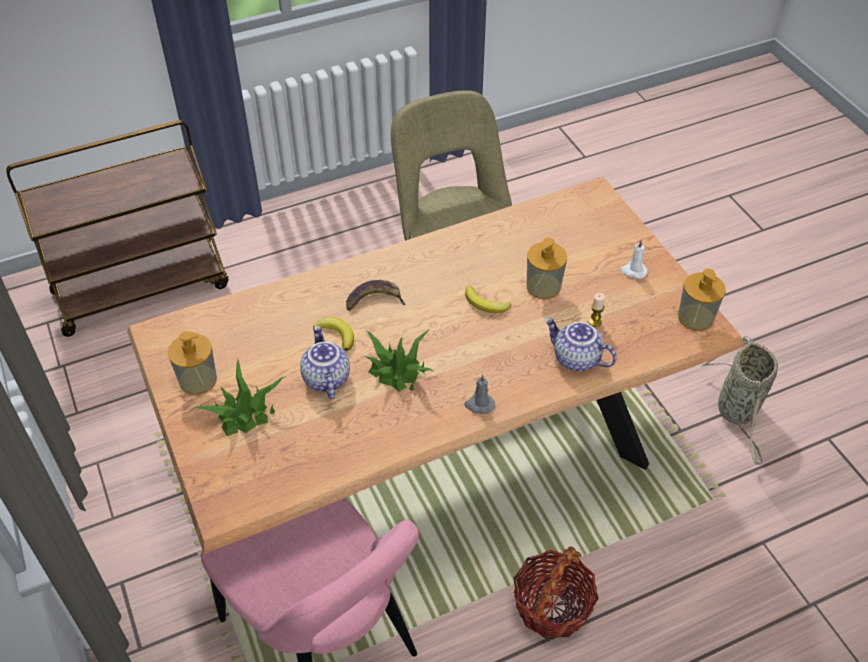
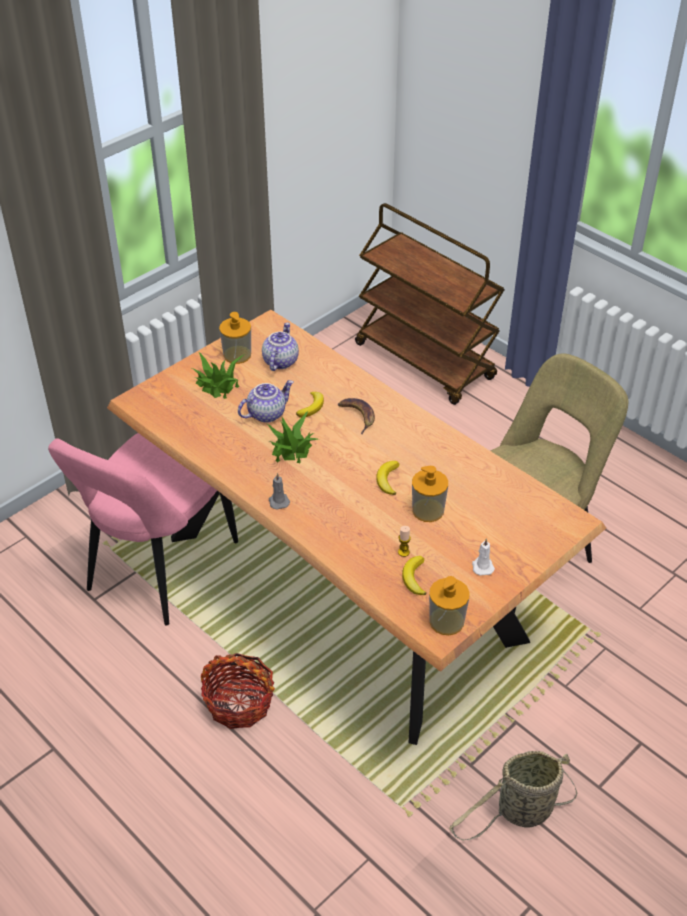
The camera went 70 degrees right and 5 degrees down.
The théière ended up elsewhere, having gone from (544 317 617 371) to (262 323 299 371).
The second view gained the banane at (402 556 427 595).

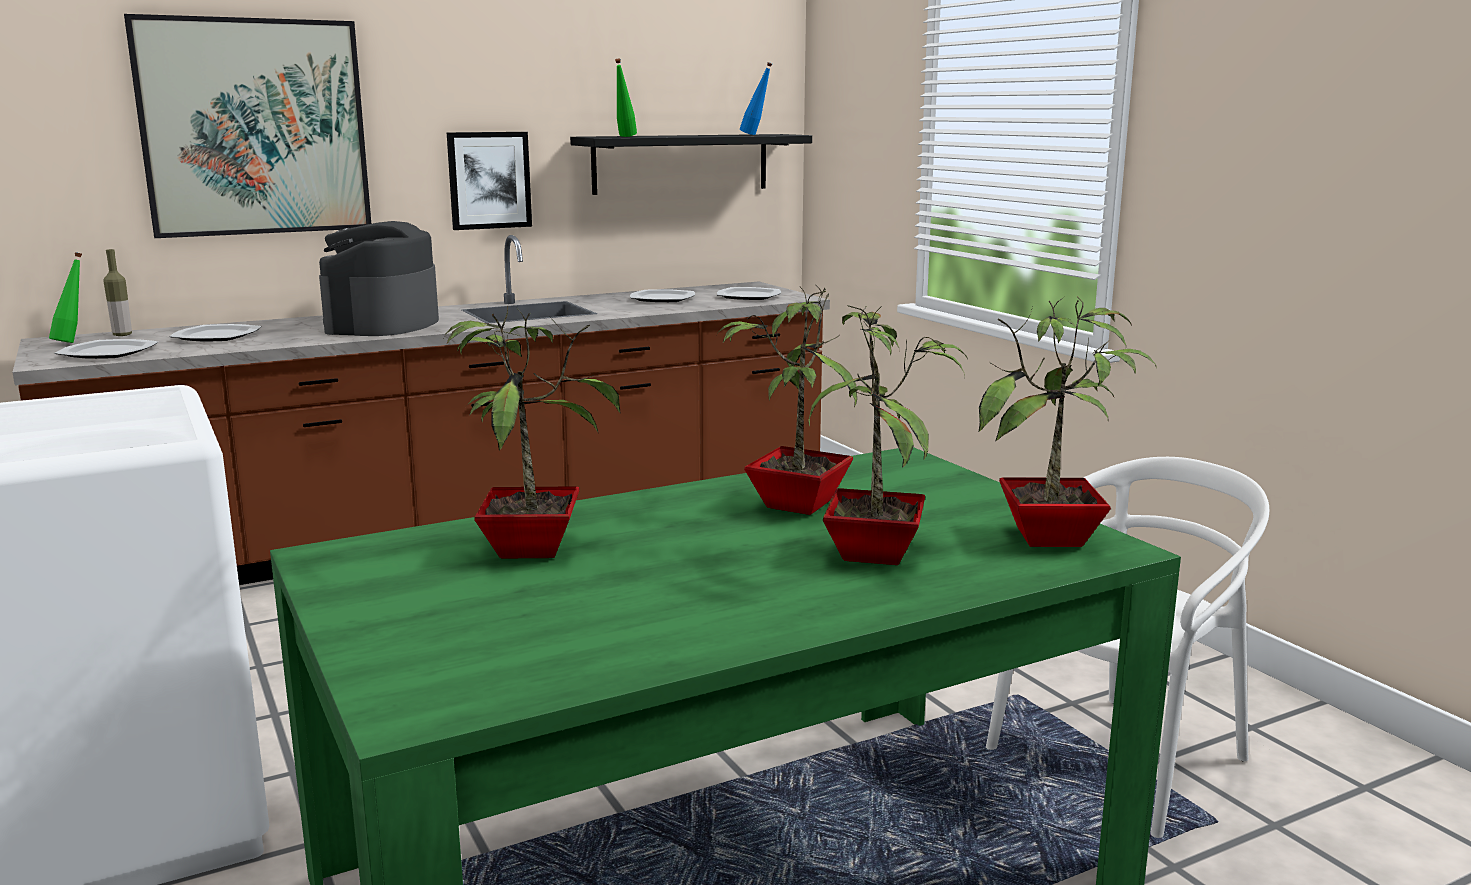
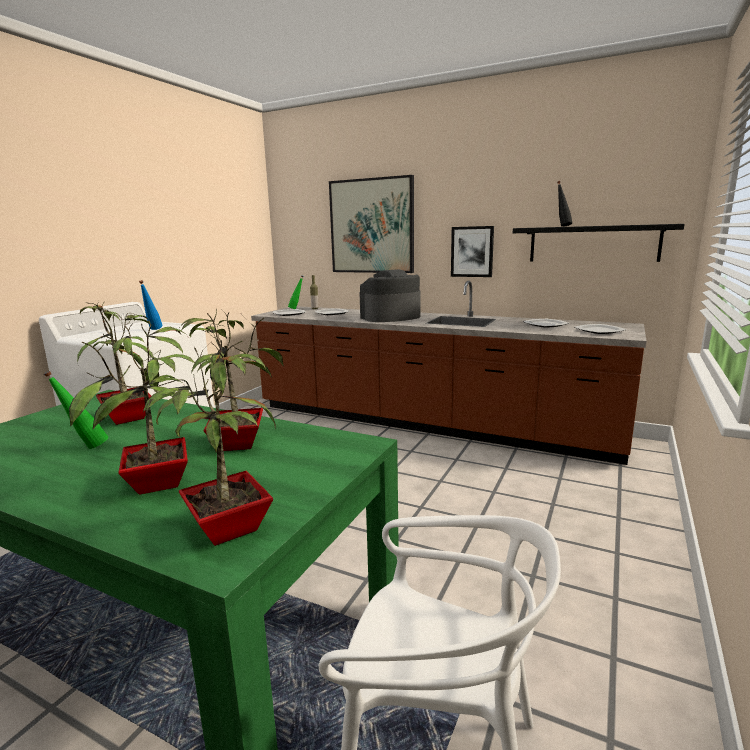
The camera went 55 degrees right and 0 degrees up.
The bouteille [vert] ended up elsewhere, having gone from (615 59 637 137) to (44 371 108 449).
The bouteille [bleu] ended up elsewhere, having gone from (740 62 772 135) to (139 280 163 330).
The second view gained the bouteille [noir] at (557 181 572 227).

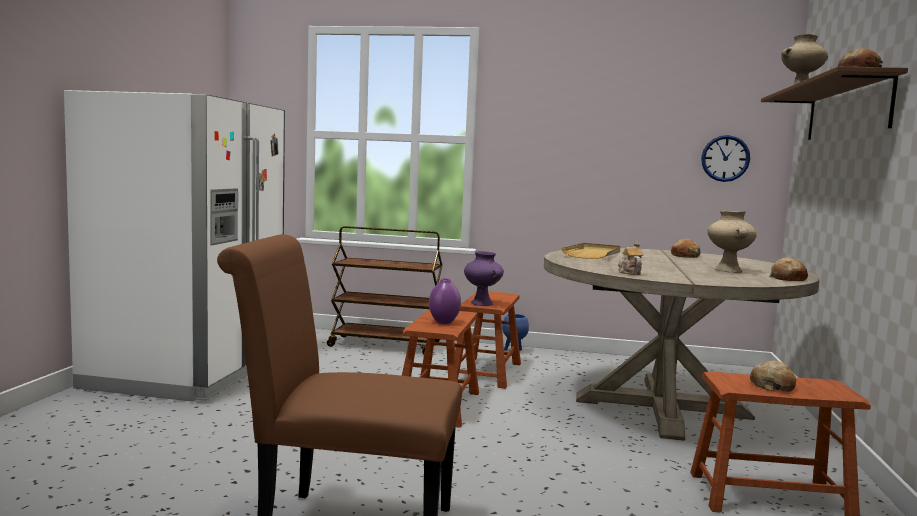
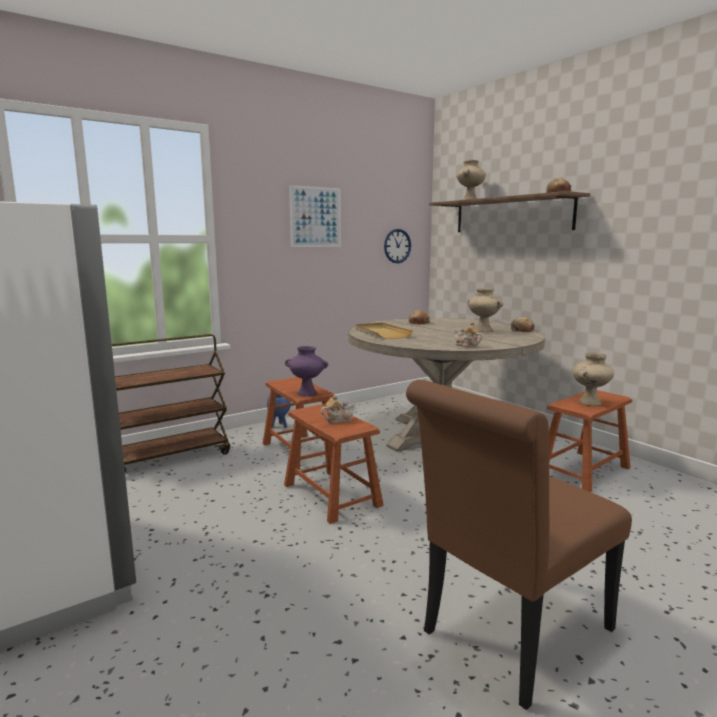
The camera went 45 degrees left and 5 degrees up.
The second view gained the tableau at (289 185 341 247).
Where the vase [violet] stood at (429 278 461 324), the théière came to stand at (321 395 355 423).
Where the pain stood at (750 360 796 392), the vase [beige] came to stand at (572 352 614 406).

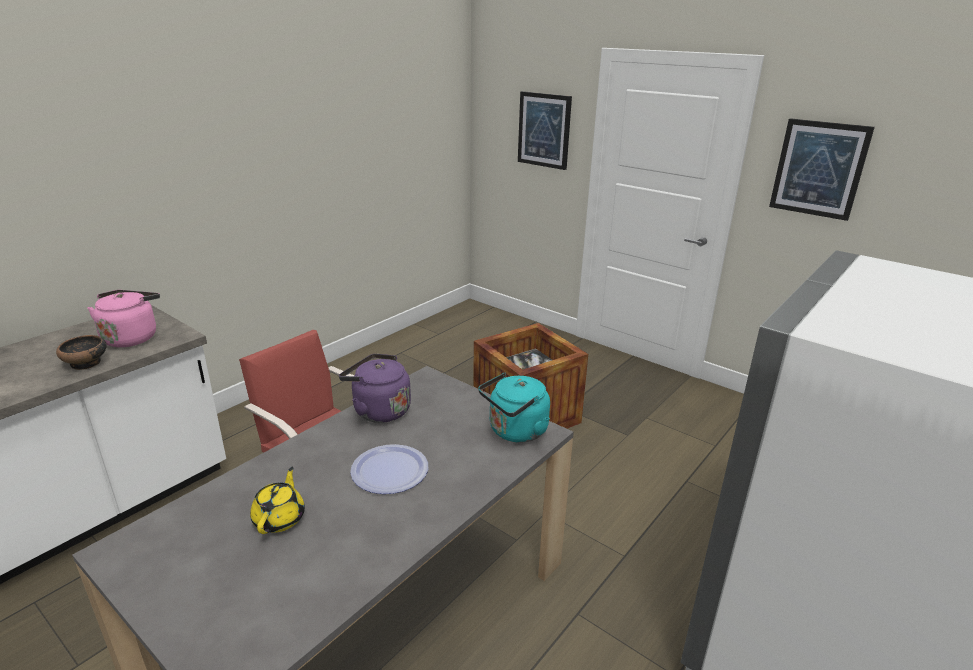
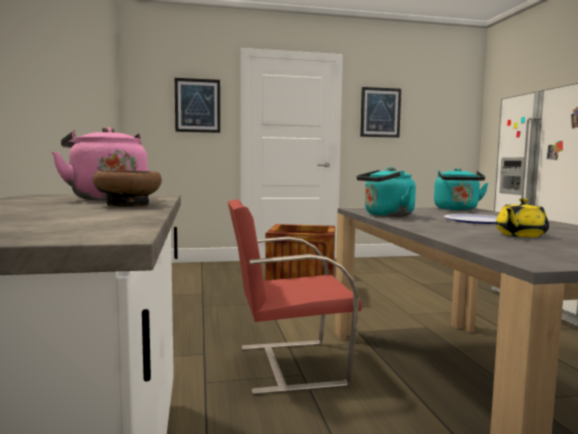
The camera went 50 degrees left and 20 degrees down.
What was the bouilloire [violet] at (339 354 411 423) turned into the bouilloire [turquoise] at (356 167 416 217).
The théière [jaune] at (250 467 305 534) ended up facing another way, 90 degrees counterclockwise from before.

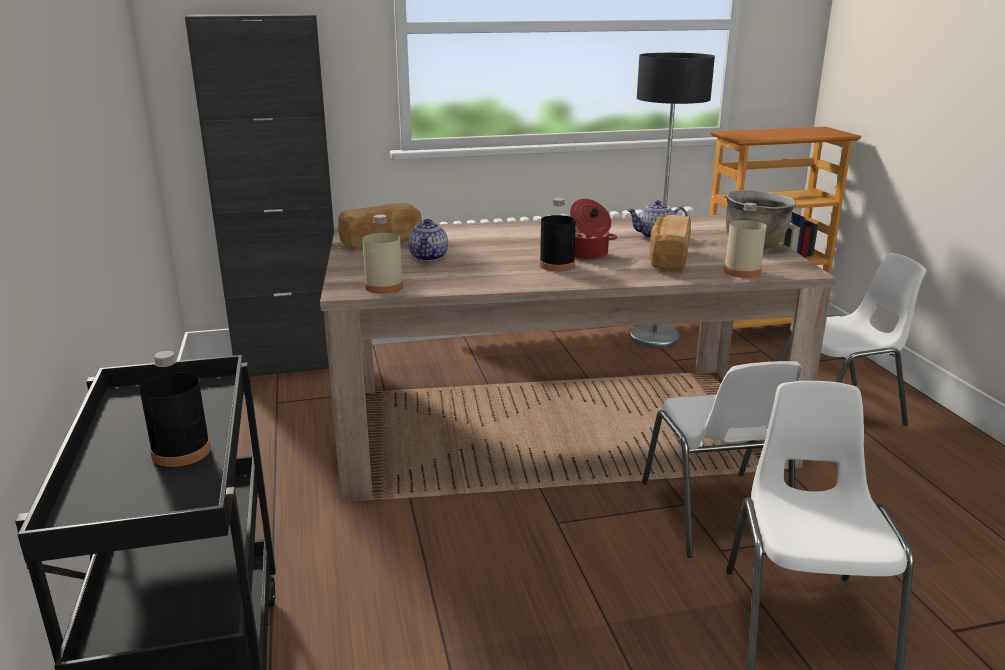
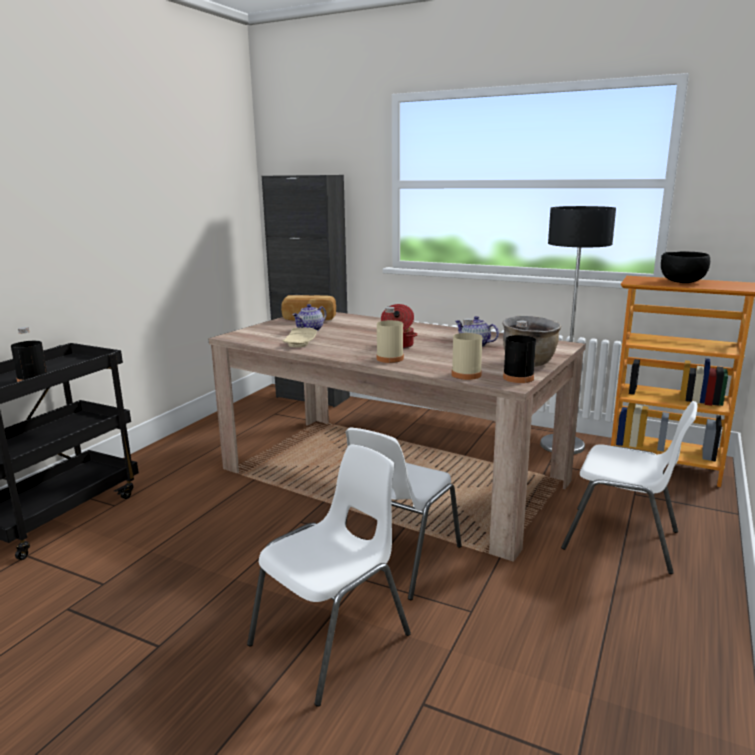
The camera went 40 degrees right and 5 degrees down.
The second view gained the assiette [beige] at (282 328 317 347).
The bouteille [beige] ended up elsewhere, having gone from (362 215 403 294) to (377 307 404 363).
The bouteille [noir] ended up elsewhere, having gone from (540 198 576 271) to (503 320 536 383).
The second view gained the bol [noir] at (661 251 710 283).
The second view lost the pain at (650 215 691 272).

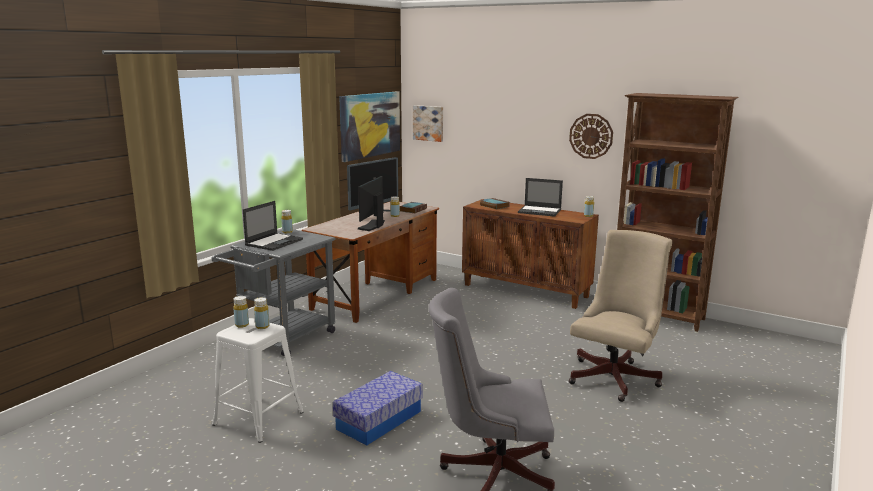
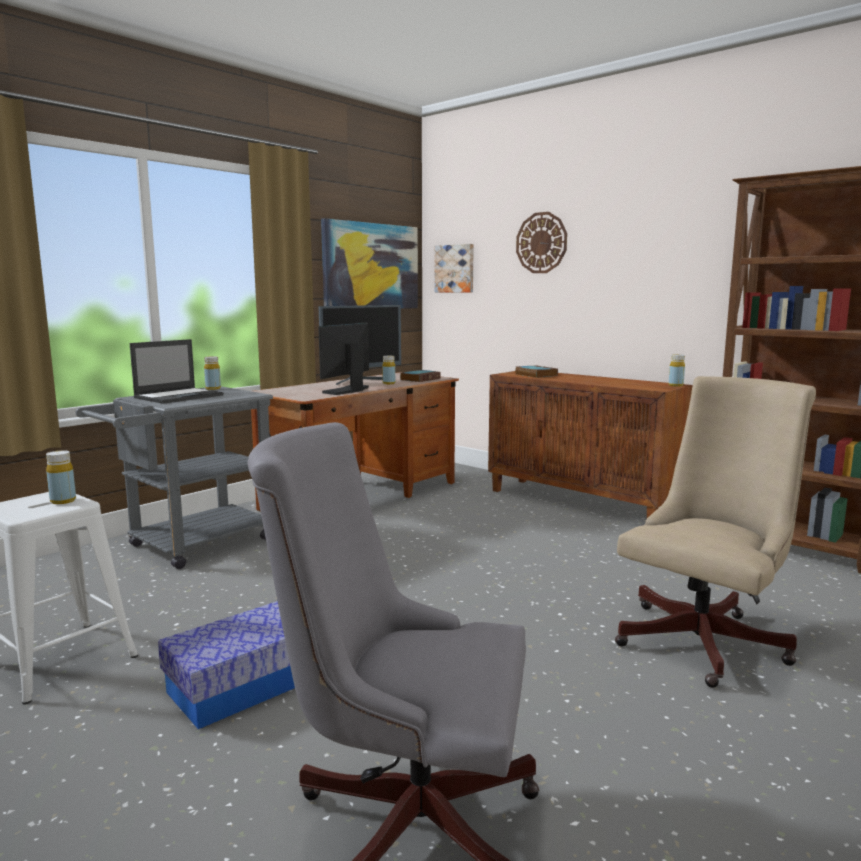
The camera went 10 degrees right and 5 degrees down.
The horloge murale ended up elsewhere, having gone from (569 114 613 159) to (516 212 567 273).
The second view lost the bouteille [jaune] at (233 296 249 328).
The second view lost the ordinateur portable at (518 178 563 217).

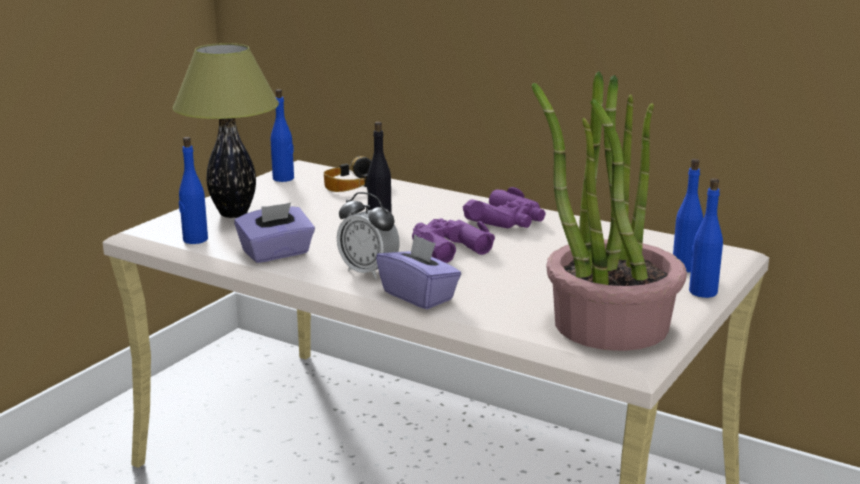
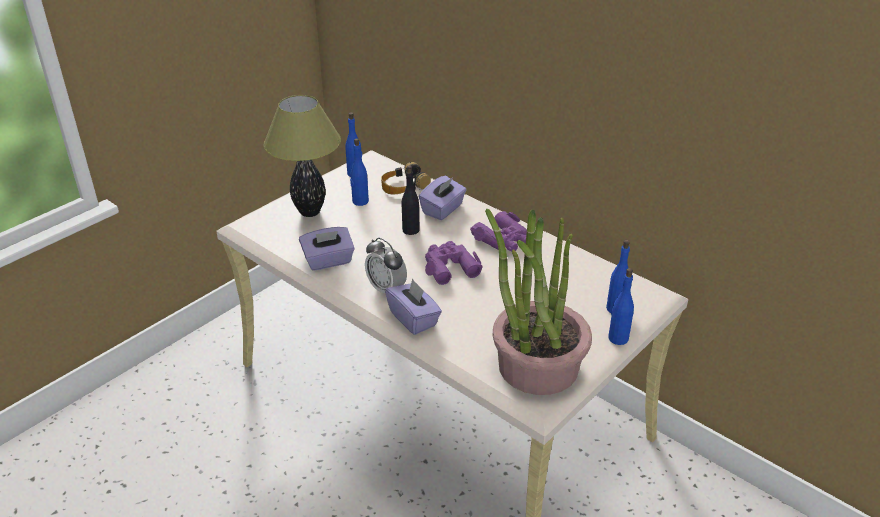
The camera went 10 degrees right and 15 degrees up.
The bouteille [bleu] ended up elsewhere, having gone from (179 137 208 244) to (350 139 369 206).
The second view gained the boîte à mouchoirs [violet] at (419 176 467 220).

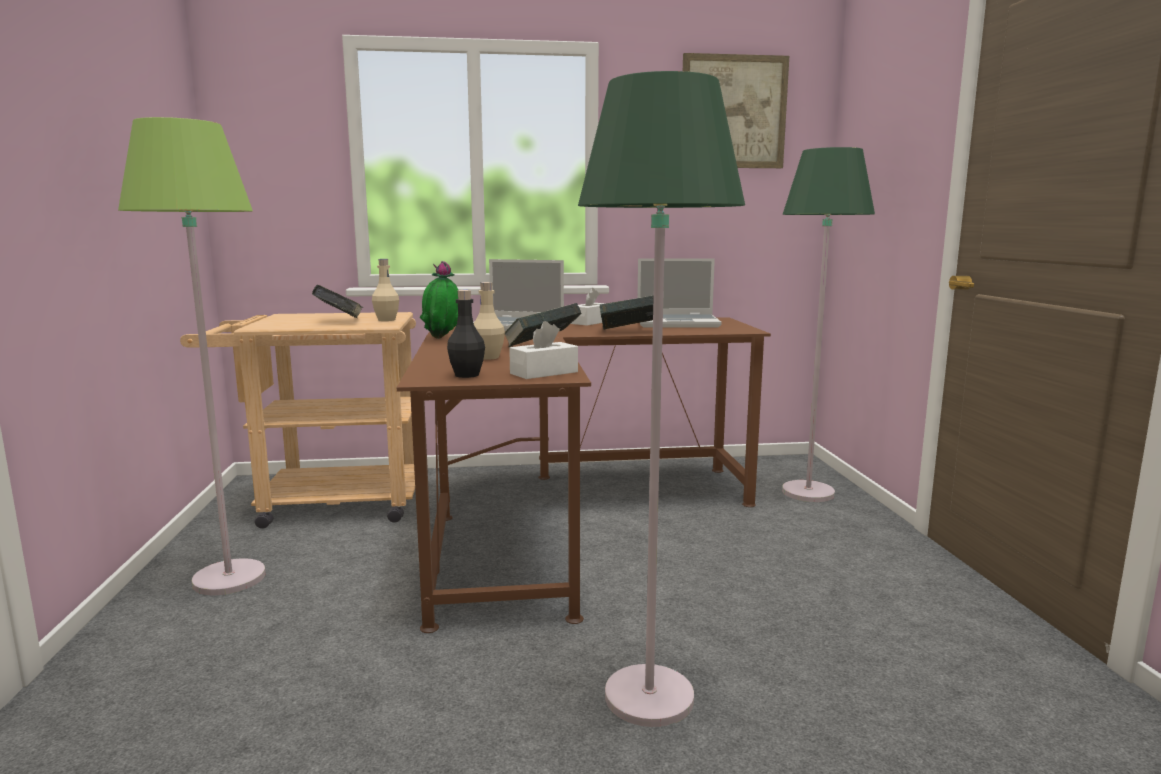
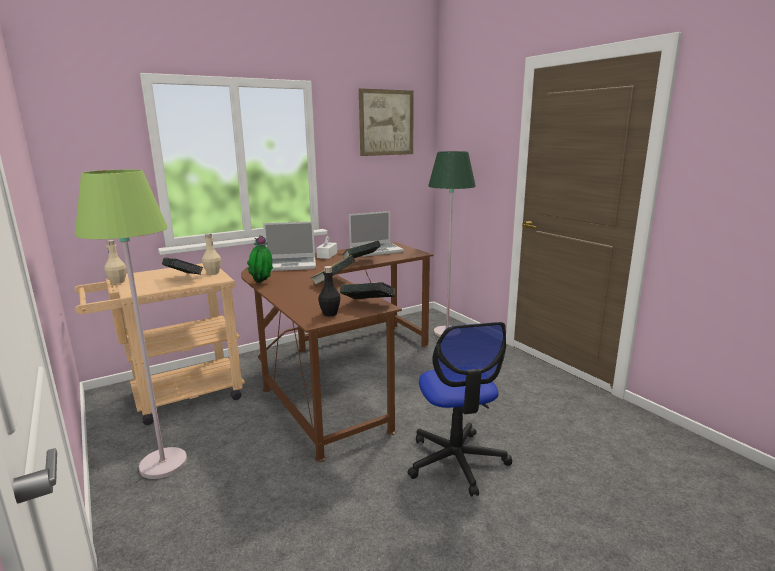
The camera went 25 degrees left and 5 degrees up.
The bouteille [beige] ended up elsewhere, having gone from (474 282 505 360) to (104 240 127 284).
Where the boîte à mouchoirs [blanc] stood at (509 321 578 379), the livre came to stand at (340 282 395 300).
Where the lampadaire [vert] stood at (578 71 745 727), the chaise de bureau came to stand at (407 322 512 497).

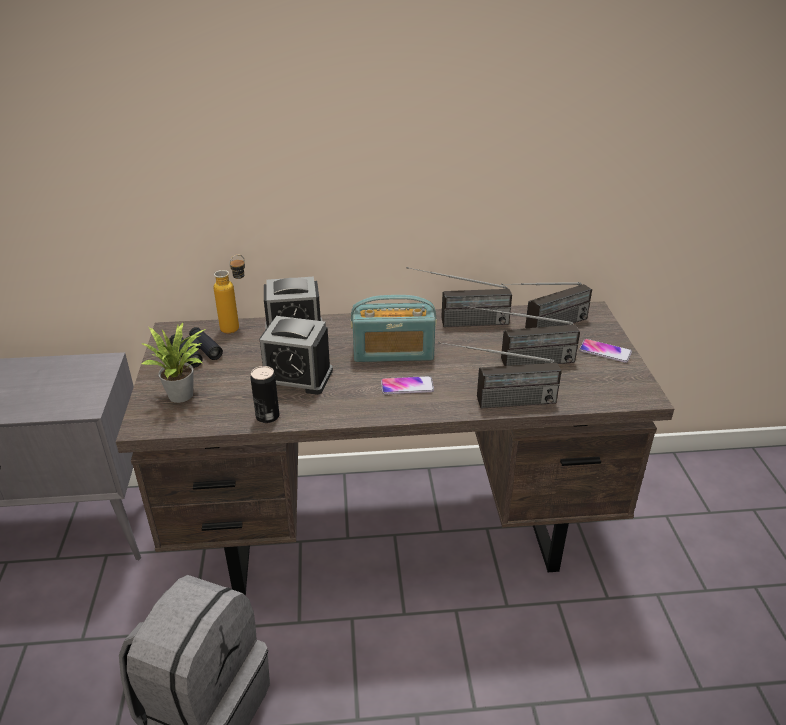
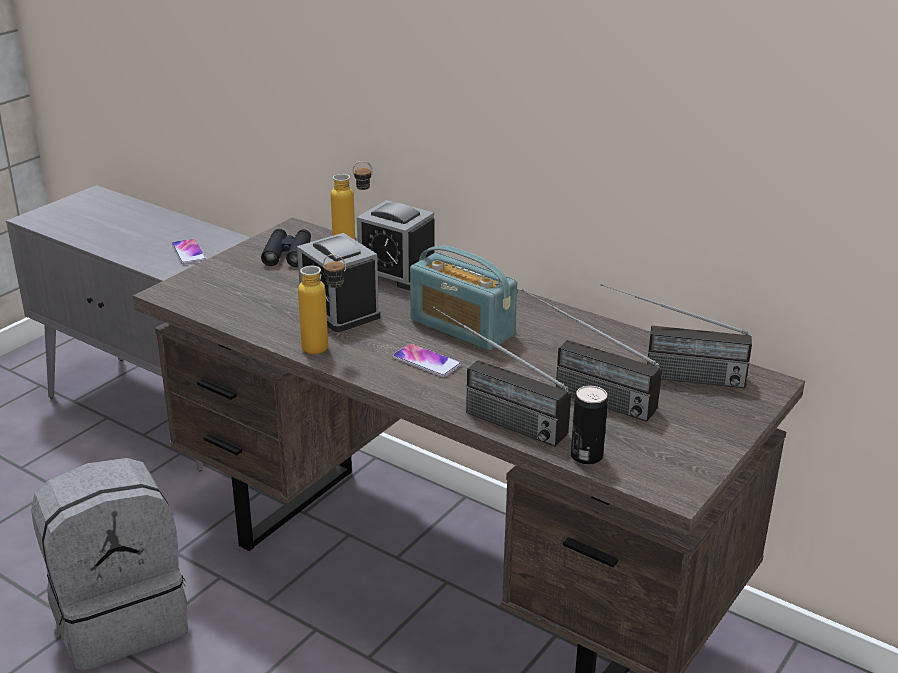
The camera went 40 degrees right and 5 degrees down.
The téléphone ended up elsewhere, having gone from (579 339 632 363) to (172 239 206 264).
The second view gained the bouteille at (298 254 346 354).
The boîte métallique ended up elsewhere, having gone from (250 366 280 423) to (571 386 608 465).
The second view lost the plante en pot at (141 323 205 403).
The second view lost the radio at (407 267 512 327).

